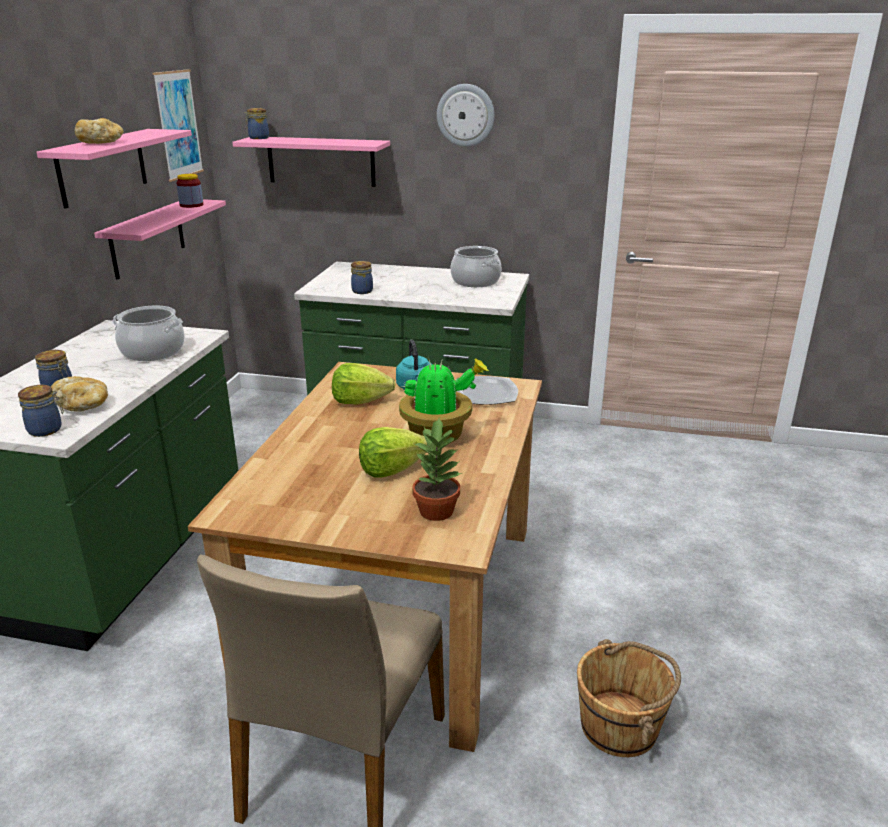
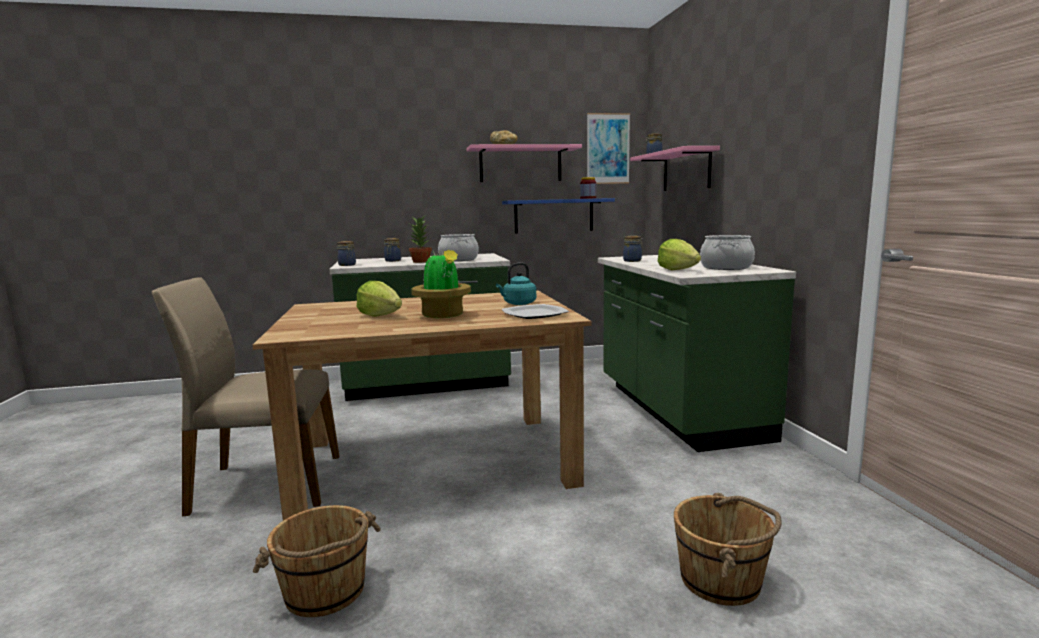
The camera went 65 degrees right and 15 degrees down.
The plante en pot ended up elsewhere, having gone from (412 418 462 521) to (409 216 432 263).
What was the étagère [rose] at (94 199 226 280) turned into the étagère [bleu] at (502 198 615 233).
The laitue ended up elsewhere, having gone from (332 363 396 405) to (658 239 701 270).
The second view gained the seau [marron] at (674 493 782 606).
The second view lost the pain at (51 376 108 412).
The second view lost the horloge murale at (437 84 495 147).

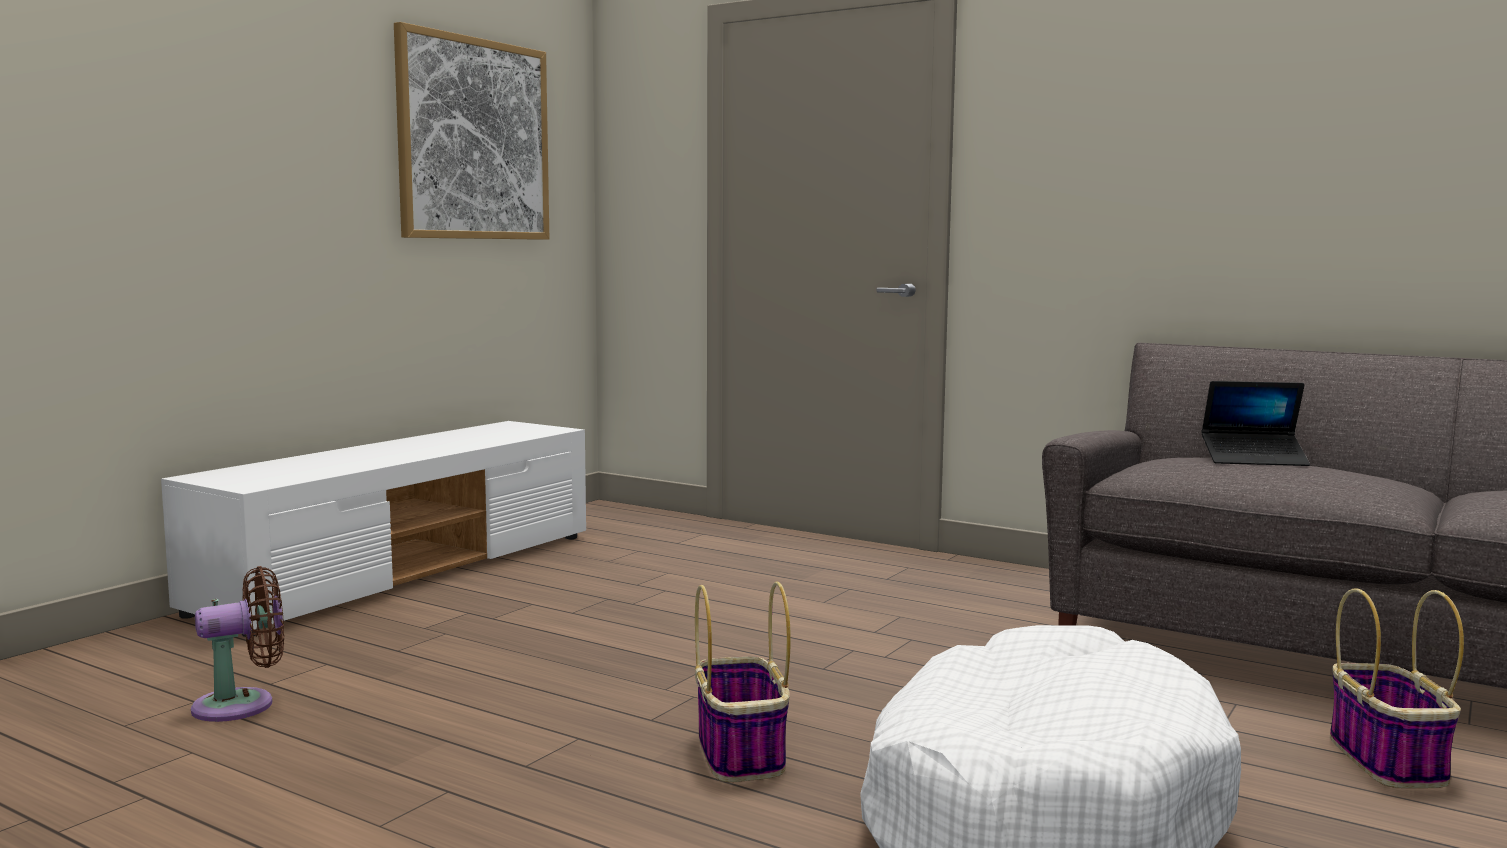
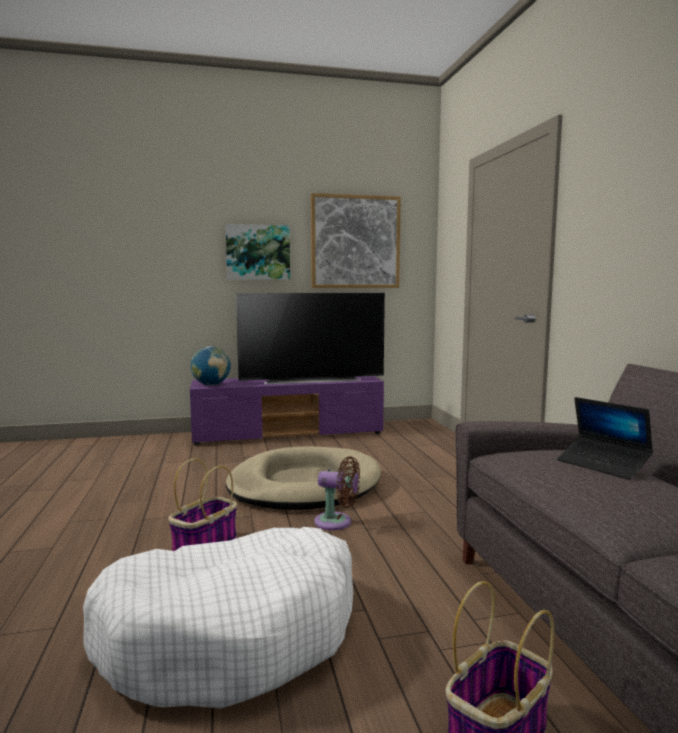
The camera went 45 degrees right and 0 degrees up.
What was the meuble télé [blanc] at (161 421 586 637) turned into the meuble télé [violet] at (190 376 384 445).
The second view gained the globe at (191 346 231 385).
The second view gained the tableau at (225 224 290 280).
The second view gained the panier pour chien [beige] at (226 446 381 510).
The second view gained the téléviseur at (236 293 385 384).
The ventilateur [marron] ended up elsewhere, having gone from (191 566 284 722) to (314 456 360 530).

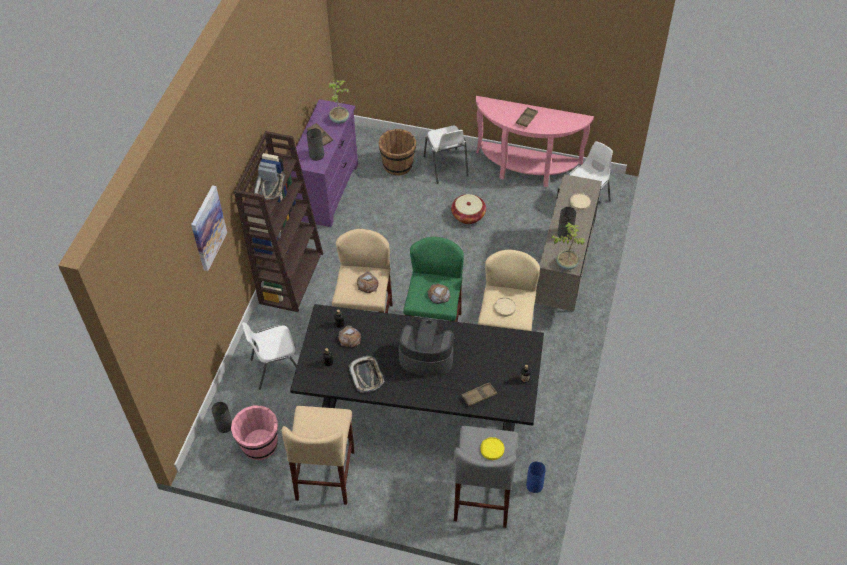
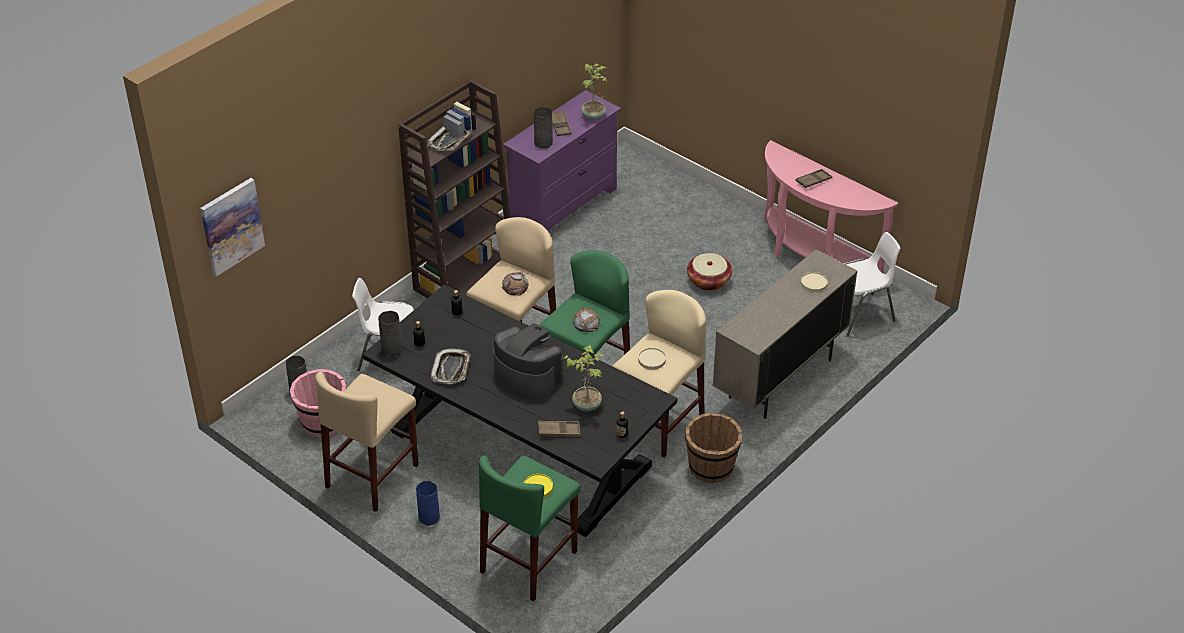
The camera went 25 degrees right and 10 degrees down.
The tableau ended up elsewhere, having gone from (191 185 227 271) to (200 178 265 277).
The vase [gris] ended up elsewhere, having gone from (558 207 576 240) to (378 311 402 356).
The vase [bleu] ended up elsewhere, having gone from (526 461 546 493) to (416 481 440 526).
What was the tabouret [gris] at (454 426 518 528) turned into the tabouret [vert] at (479 455 580 602).
The plante en pot ended up elsewhere, having gone from (551 222 585 270) to (564 345 604 412).
The seau [marron] ended up elsewhere, having gone from (378 129 416 176) to (685 412 742 483).
The second view lost the pain at (338 325 361 348).
The second view lost the chaise [blanc] at (423 126 468 184).

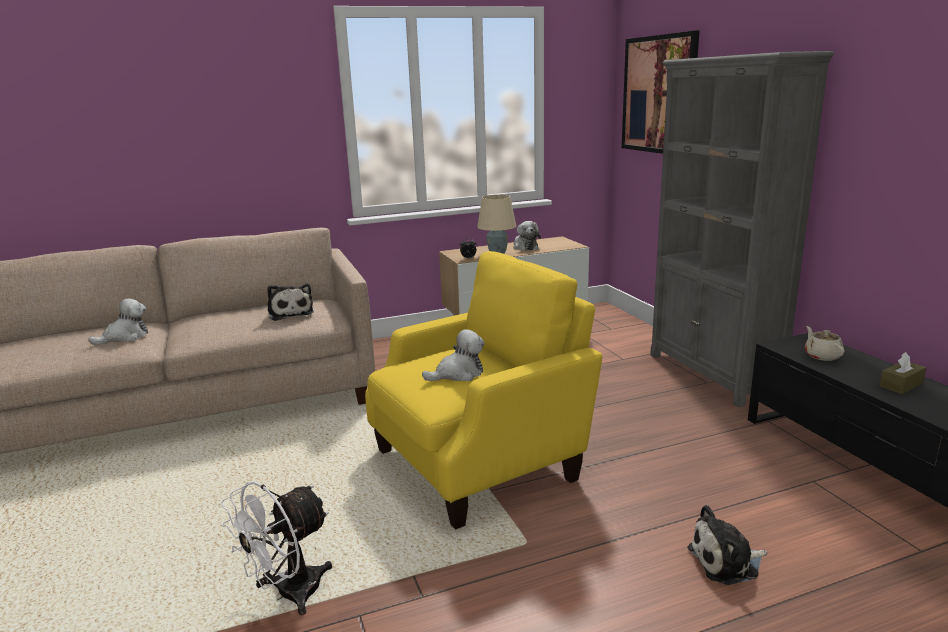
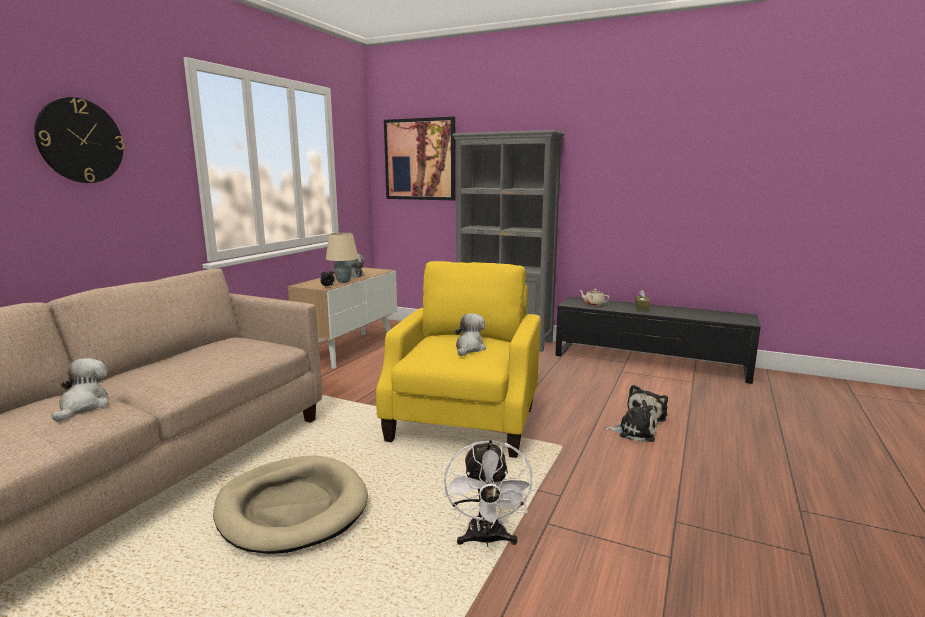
The camera went 45 degrees left and 5 degrees down.
The second view gained the horloge murale at (34 97 124 183).
The second view gained the panier pour chien [beige] at (213 455 368 554).
The peluche ended up elsewhere, having gone from (267 284 314 321) to (604 400 657 442).

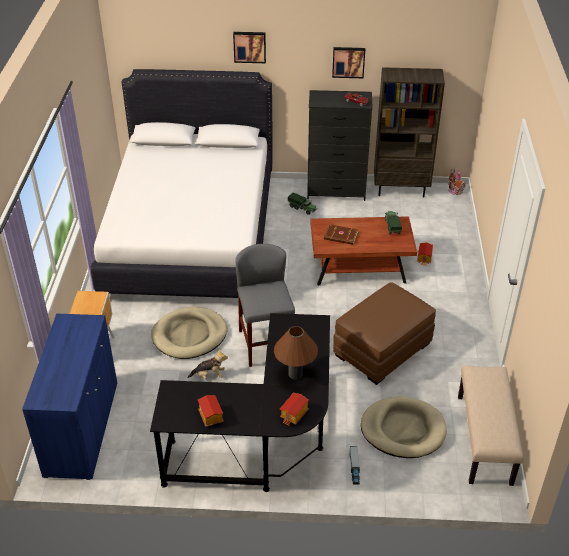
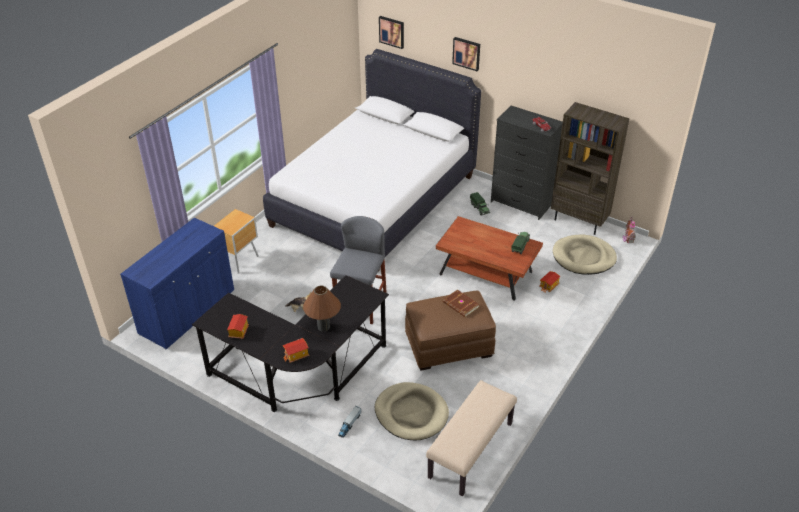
The camera went 30 degrees right and 0 degrees up.
The tableau ended up elsewhere, having gone from (332 47 365 78) to (379 16 404 49).
The livre [marron] ended up elsewhere, having gone from (324 224 358 245) to (443 289 479 317).
The panier pour chien [beige] ended up elsewhere, having gone from (151 307 227 359) to (553 235 617 275).

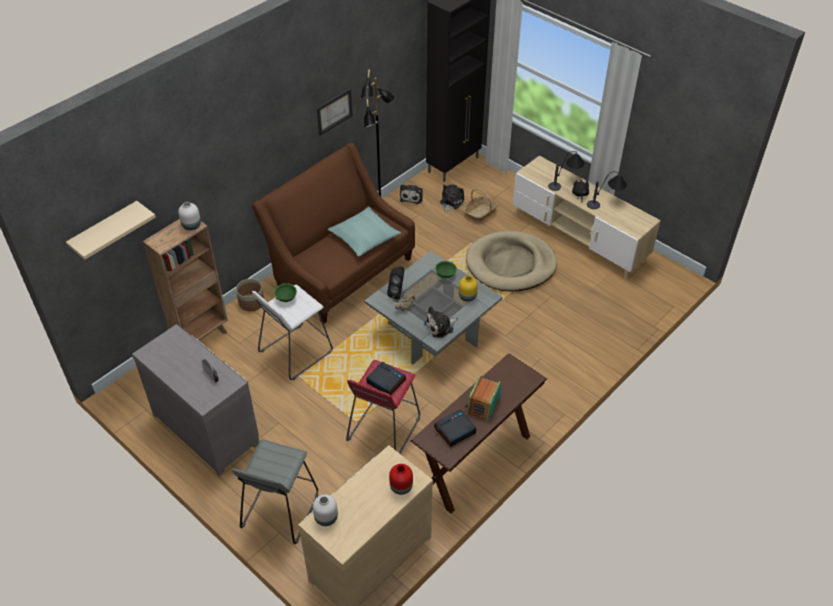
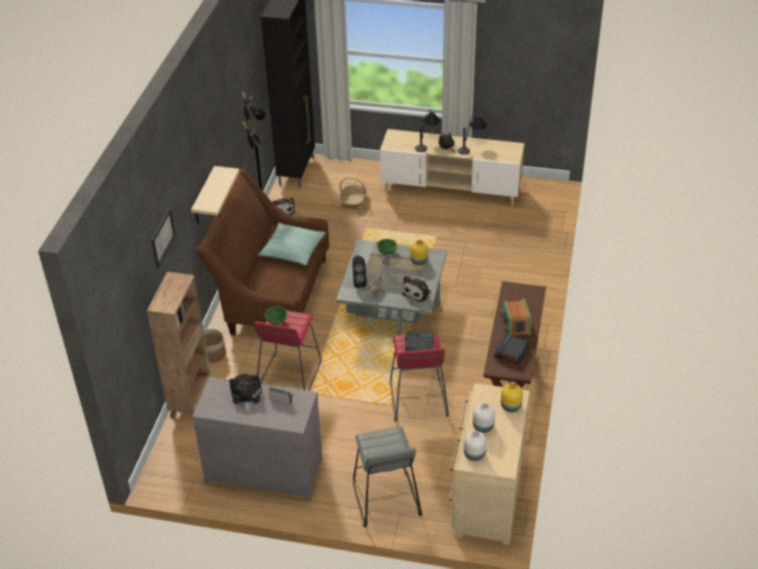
The camera went 30 degrees left and 5 degrees down.
The tableau ended up elsewhere, having gone from (317 89 353 135) to (151 208 176 268).
The étagère [beige] ended up elsewhere, having gone from (66 201 156 260) to (191 166 240 224).
The peluche ended up elsewhere, having gone from (440 184 465 212) to (229 374 262 413).
What was the tabouret [blanc] at (252 285 333 380) turned into the tabouret [rouge] at (254 310 321 391).
The vase [blanc] ended up elsewhere, having gone from (178 202 201 230) to (473 403 495 433).
What was the vase [rouge] at (389 464 413 495) turned into the vase [jaune] at (501 383 523 412).
The second view lost the panier pour chien [beige] at (466 231 557 291).

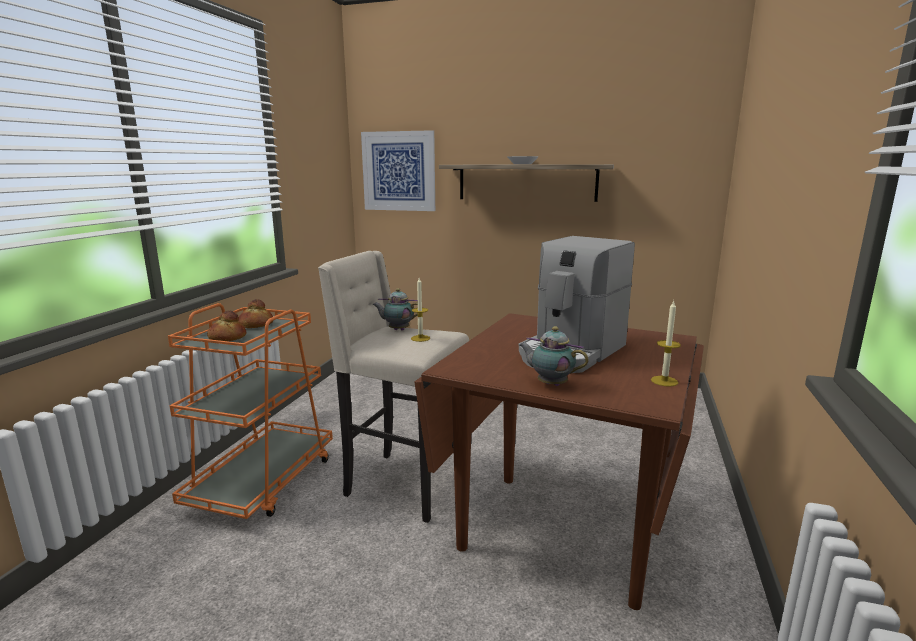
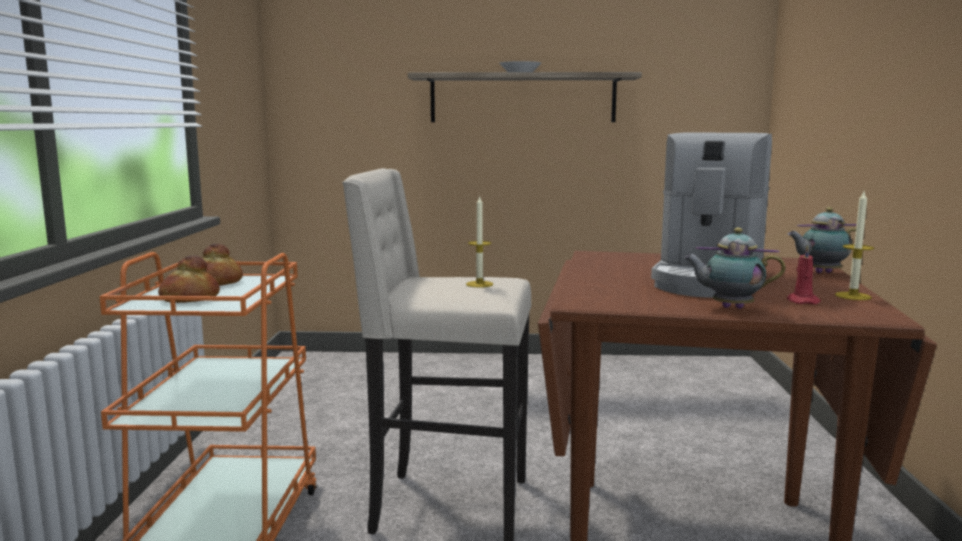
The camera went 15 degrees left and 5 degrees down.
The second view gained the bougie [rouge] at (787 244 821 304).
The théière ended up elsewhere, having gone from (373 288 418 330) to (788 207 857 273).
The second view lost the tableau at (361 130 435 211).

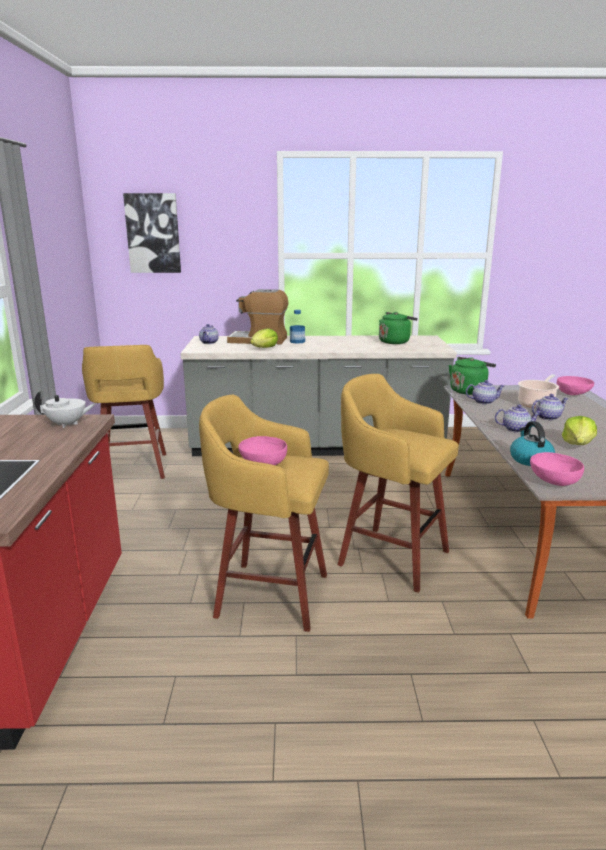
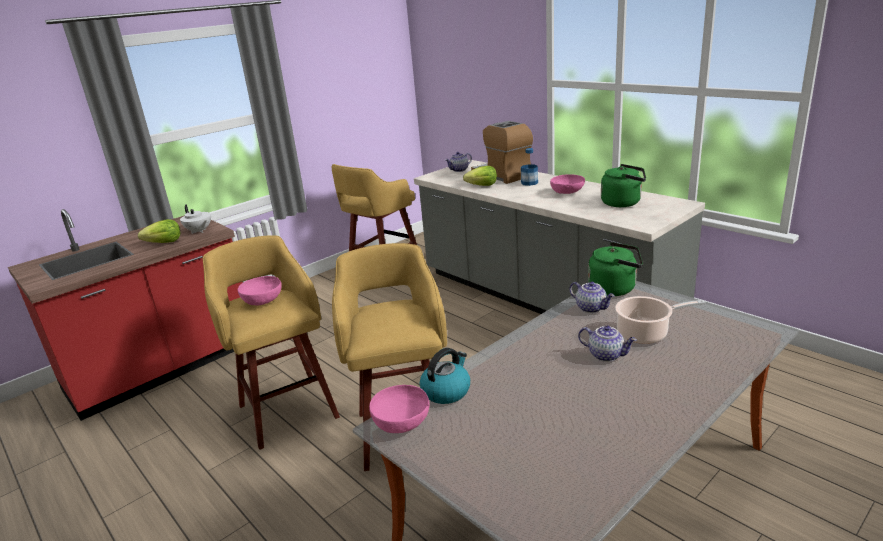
The camera went 50 degrees right and 5 degrees up.
The laitue ended up elsewhere, having gone from (562 416 597 445) to (138 219 180 243).
The bol [rose] ended up elsewhere, having gone from (557 376 594 395) to (550 174 585 194).
The second view lost the tableau at (123 193 181 273).
The second view lost the théière at (495 404 541 433).

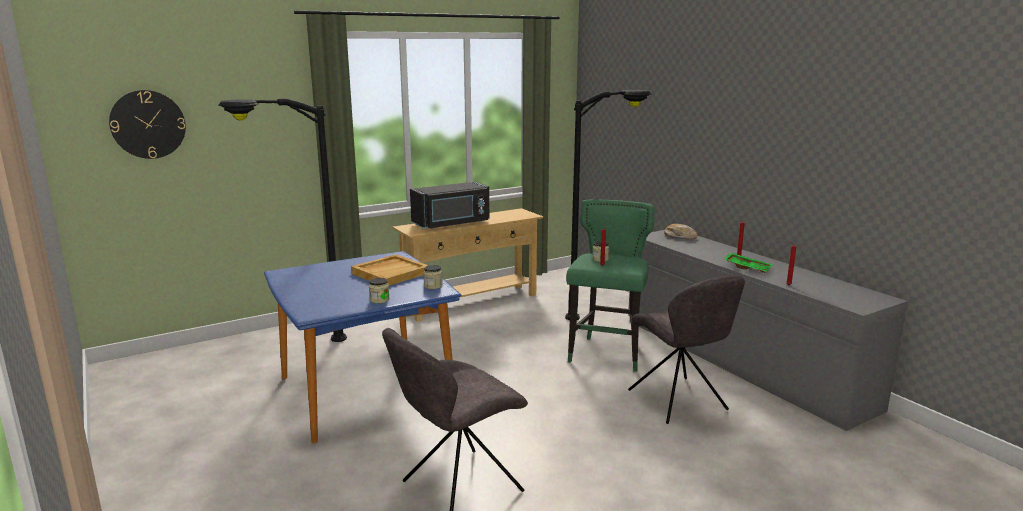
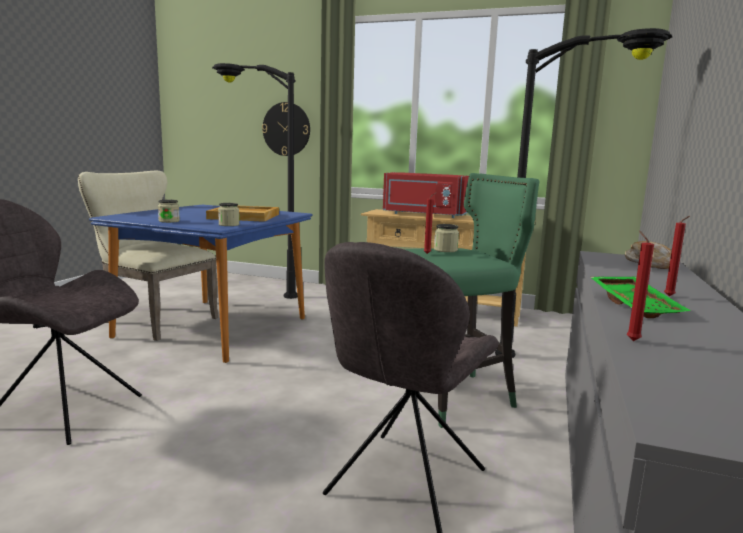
The camera went 50 degrees right and 5 degrees down.
The second view gained the chaise [beige] at (78 171 218 341).
The horloge murale ended up elsewhere, having gone from (109 90 186 159) to (262 102 310 156).
What was the micro-ondes [noir] at (410 182 490 229) turned into the micro-ondes [rouge] at (383 172 469 218).

